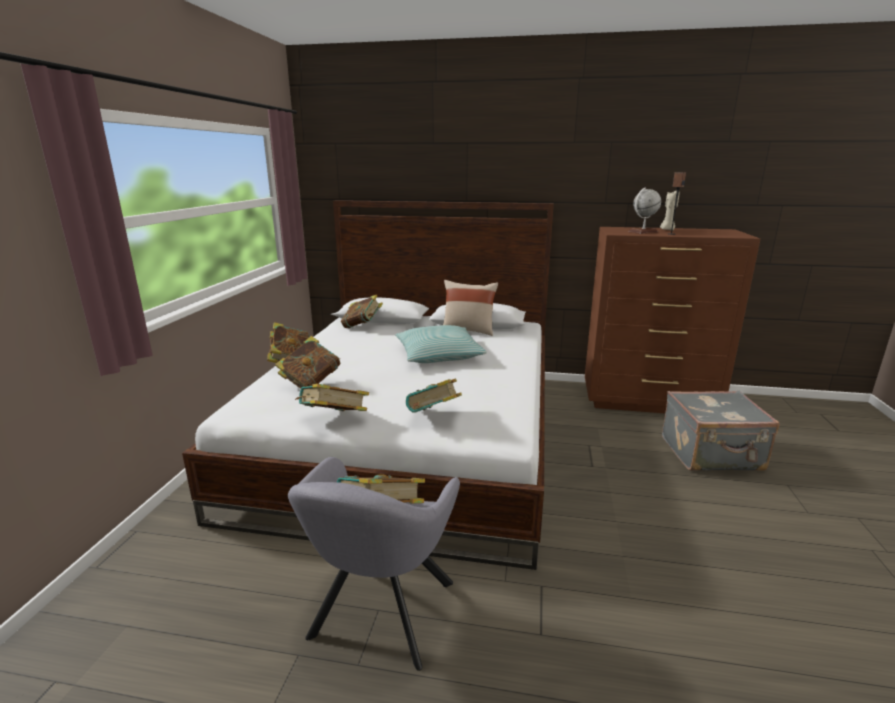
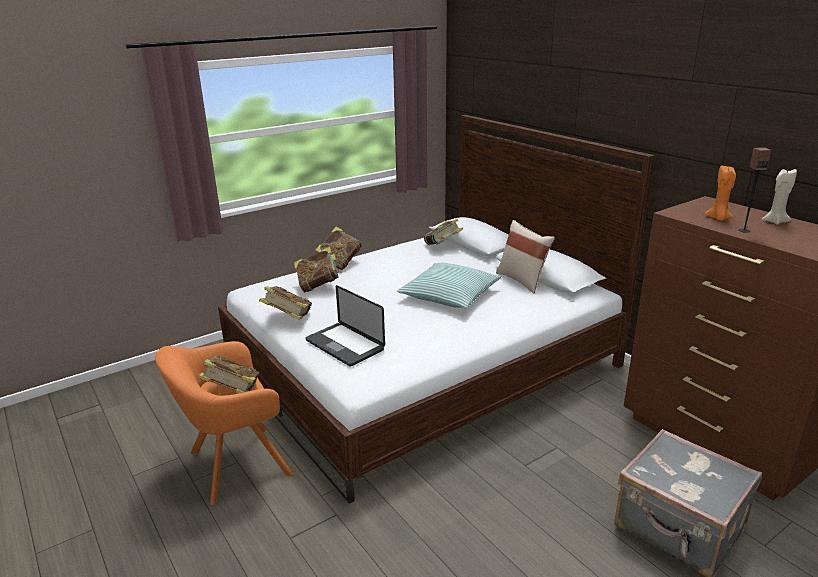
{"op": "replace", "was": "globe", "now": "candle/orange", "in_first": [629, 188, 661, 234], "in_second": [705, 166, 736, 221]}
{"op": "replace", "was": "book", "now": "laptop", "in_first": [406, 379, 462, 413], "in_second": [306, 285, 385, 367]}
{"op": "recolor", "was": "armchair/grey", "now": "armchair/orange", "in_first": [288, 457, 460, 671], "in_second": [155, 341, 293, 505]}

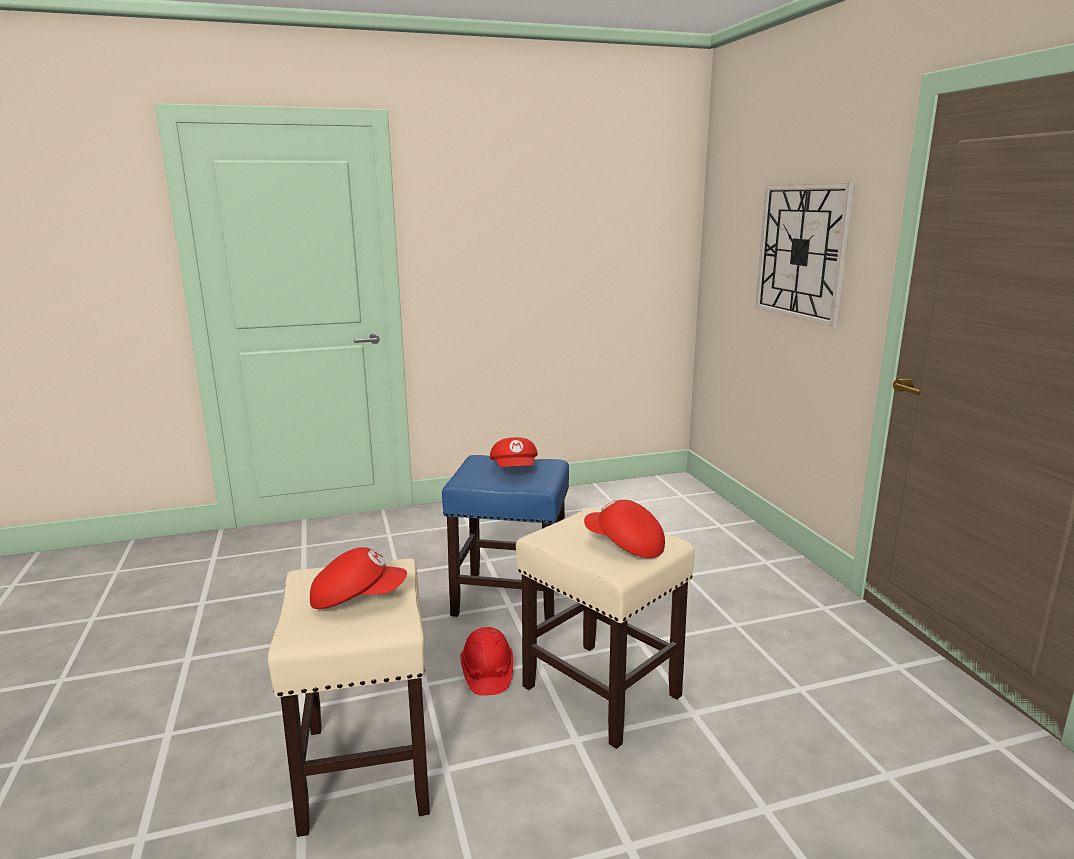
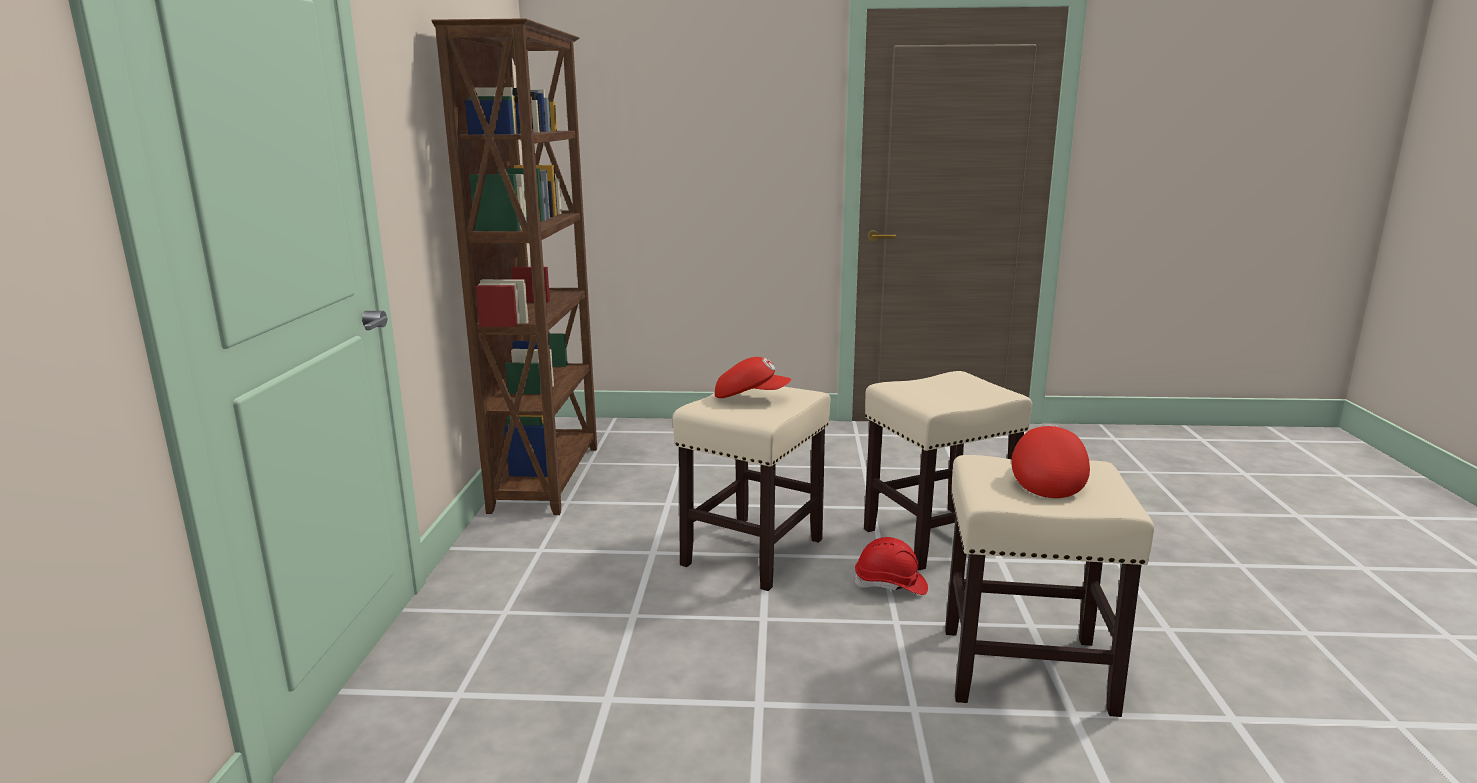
{"op": "delete", "was": "wall clock", "in_first": [755, 183, 854, 326]}
{"op": "recolor", "was": "stool/blue", "now": "stool/beige", "in_first": [442, 455, 569, 621], "in_second": [673, 386, 830, 591]}
{"op": "delete", "was": "cap/red", "in_first": [584, 500, 665, 558]}
{"op": "insert", "now": "bookcase/brown", "in_second": [432, 18, 597, 515]}

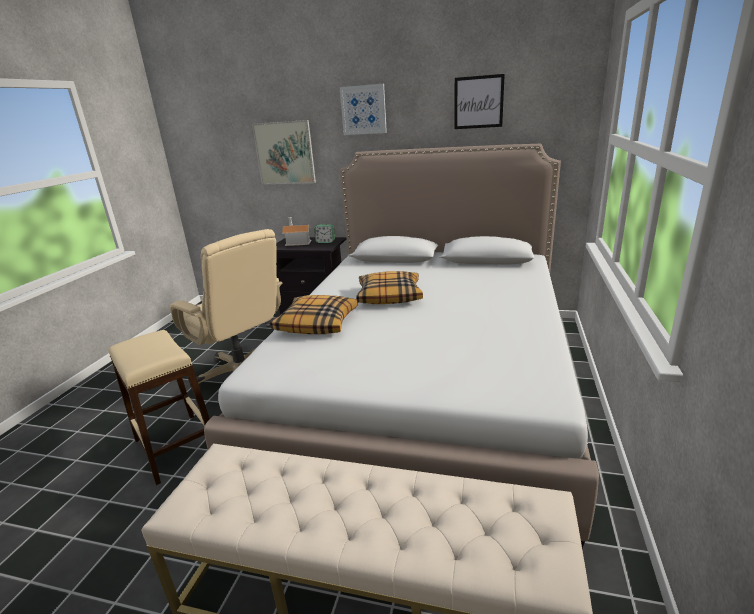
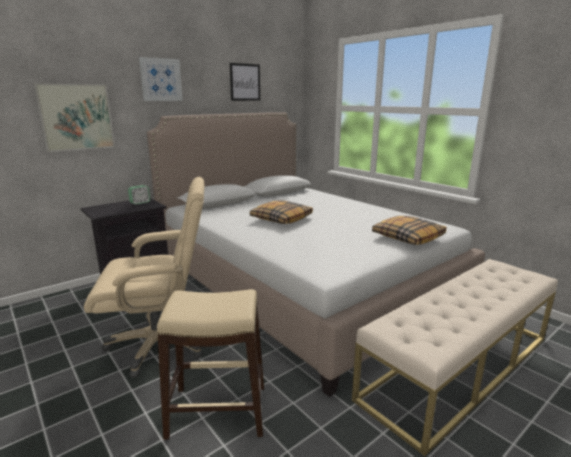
{"op": "delete", "was": "toy house", "in_first": [282, 217, 311, 246]}
{"op": "move", "was": "pillow", "in_first": [270, 295, 358, 334], "in_second": [372, 216, 446, 245]}

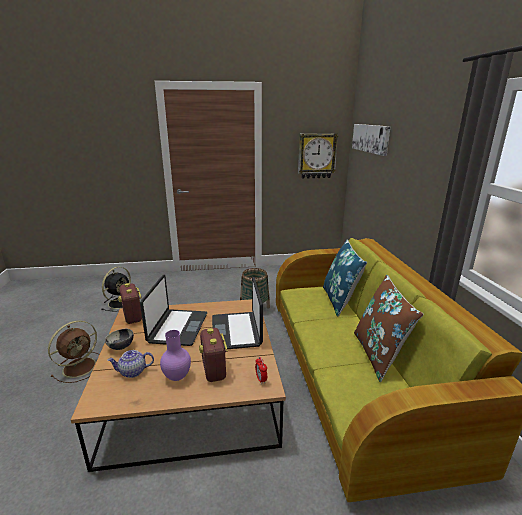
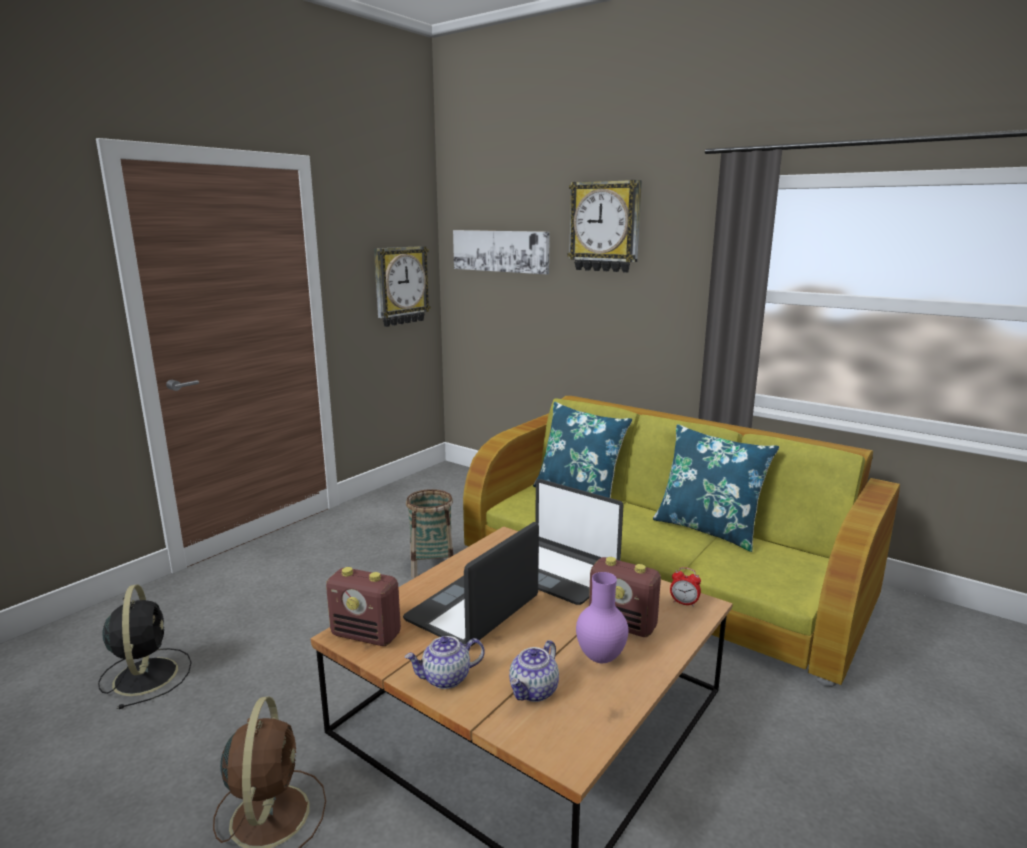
{"op": "rotate", "was": "laptop", "in_first": [140, 275, 207, 346], "in_second": [403, 522, 539, 646], "clockwise": -105}
{"op": "recolor", "was": "pillow/brown", "now": "pillow/blue", "in_first": [354, 275, 423, 382], "in_second": [653, 424, 779, 552]}
{"op": "replace", "was": "bowl", "now": "teapot", "in_first": [105, 329, 134, 350], "in_second": [405, 636, 485, 689]}
{"op": "insert", "now": "wall clock", "in_second": [567, 180, 642, 273]}

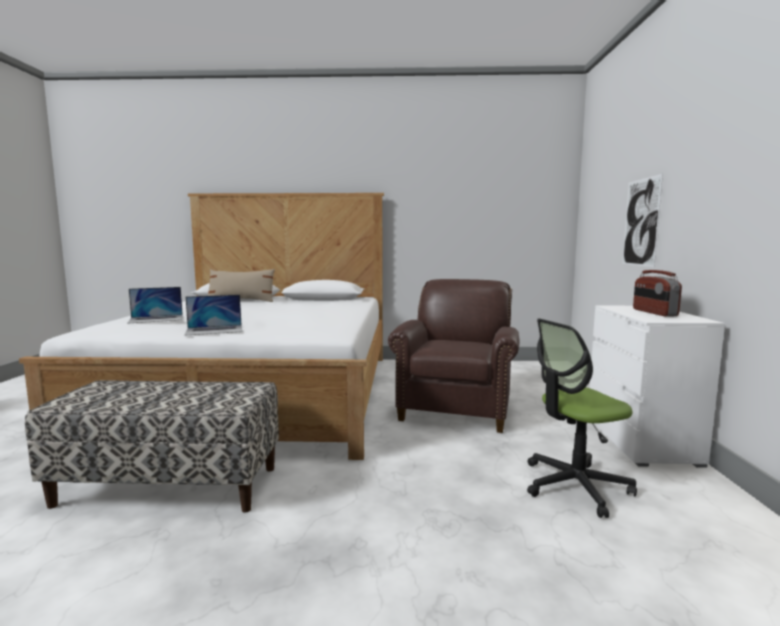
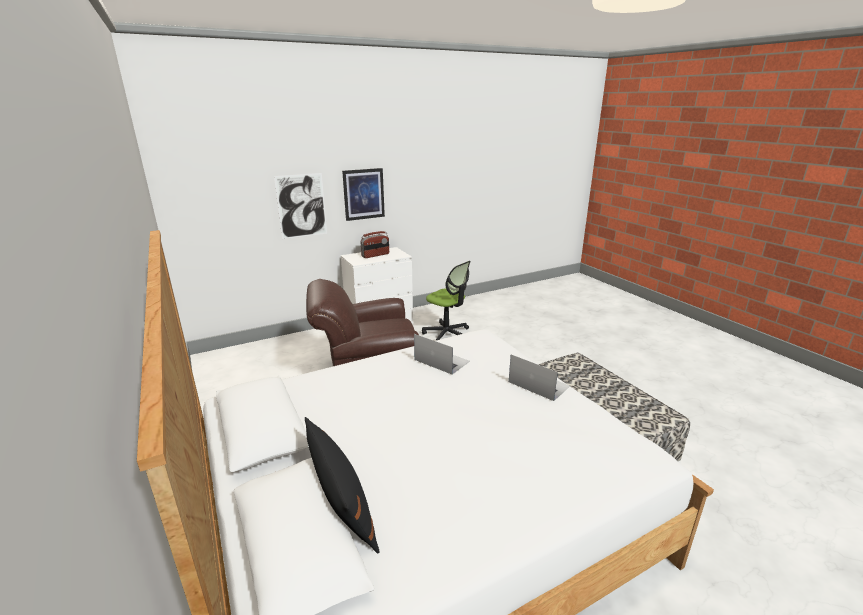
{"op": "recolor", "was": "pillow/beige", "now": "pillow/black", "in_first": [208, 269, 275, 302], "in_second": [305, 417, 379, 553]}
{"op": "move", "was": "laptop", "in_first": [127, 287, 183, 324], "in_second": [414, 334, 470, 375]}
{"op": "insert", "now": "picture", "in_second": [342, 168, 385, 221]}

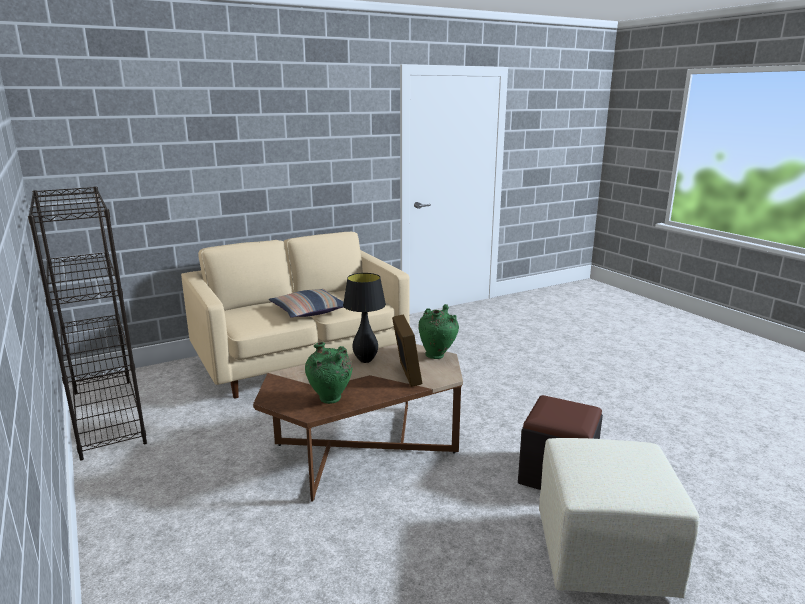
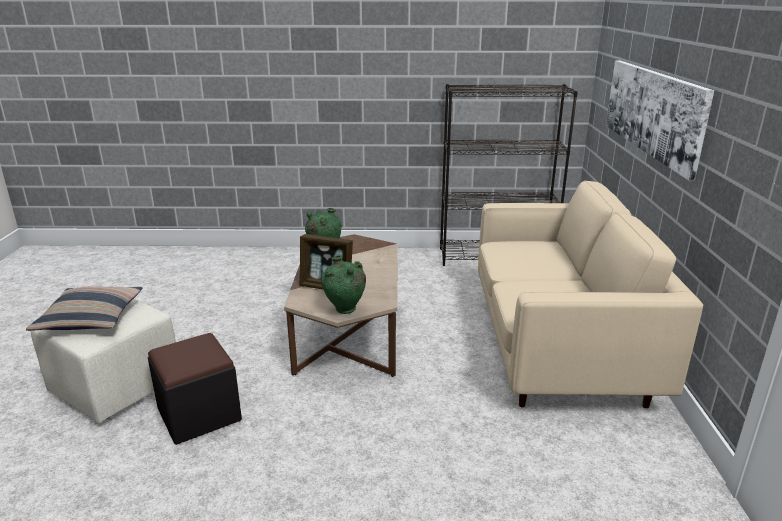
{"op": "delete", "was": "table lamp/black", "in_first": [343, 273, 386, 363]}
{"op": "move", "was": "pillow", "in_first": [269, 289, 344, 318], "in_second": [26, 286, 143, 331]}
{"op": "insert", "now": "picture", "in_second": [606, 60, 714, 180]}

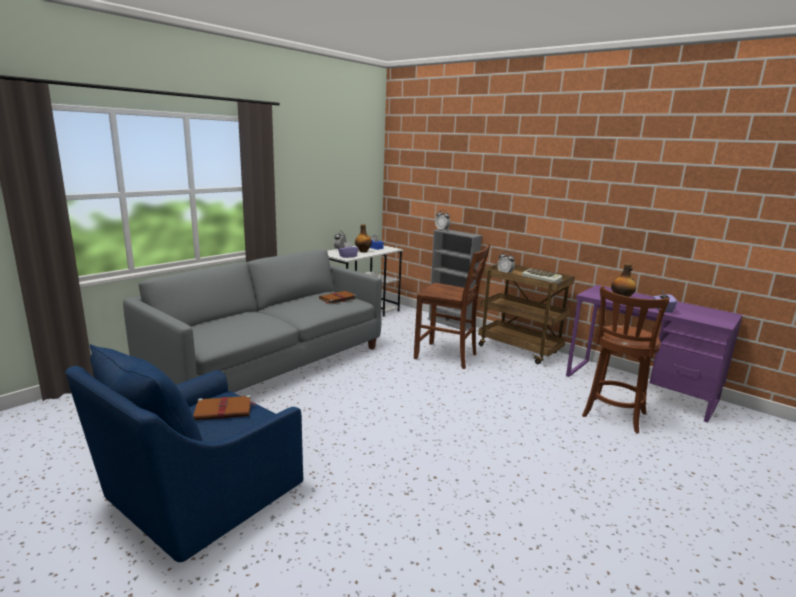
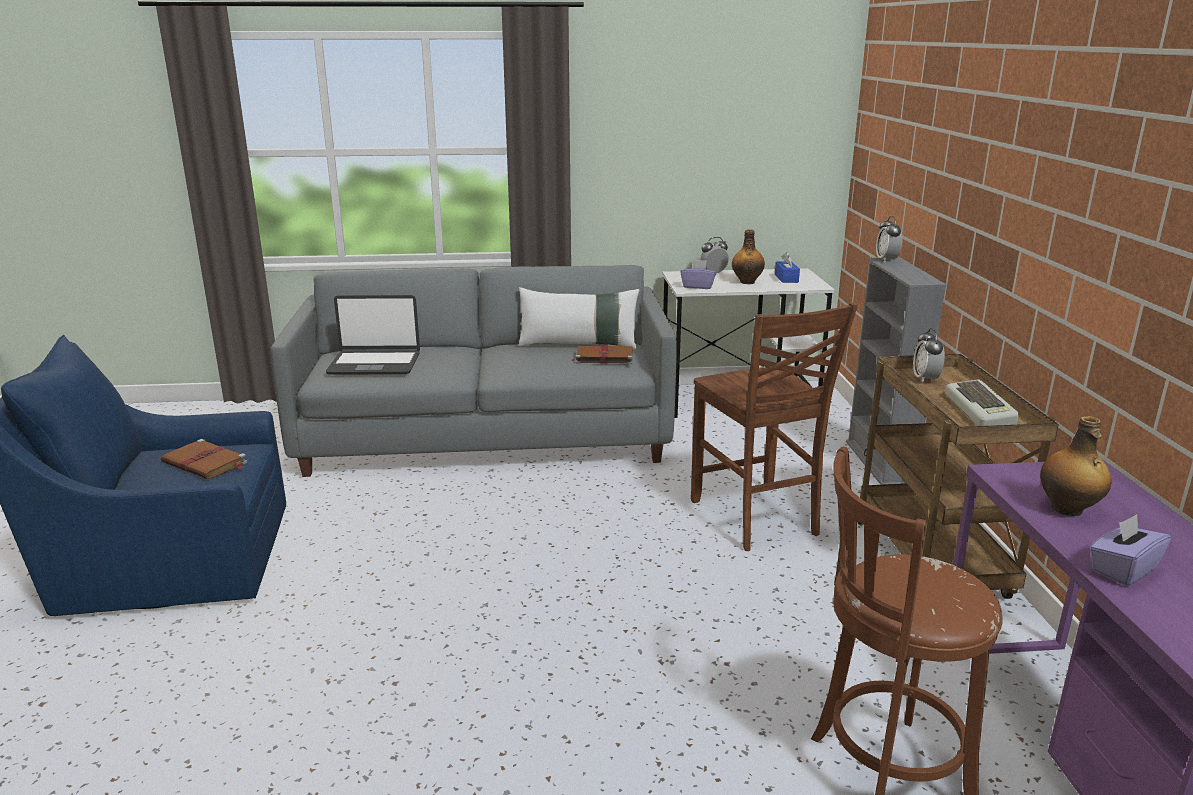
{"op": "insert", "now": "pillow/white", "in_second": [518, 287, 639, 349]}
{"op": "insert", "now": "laptop", "in_second": [326, 295, 420, 375]}

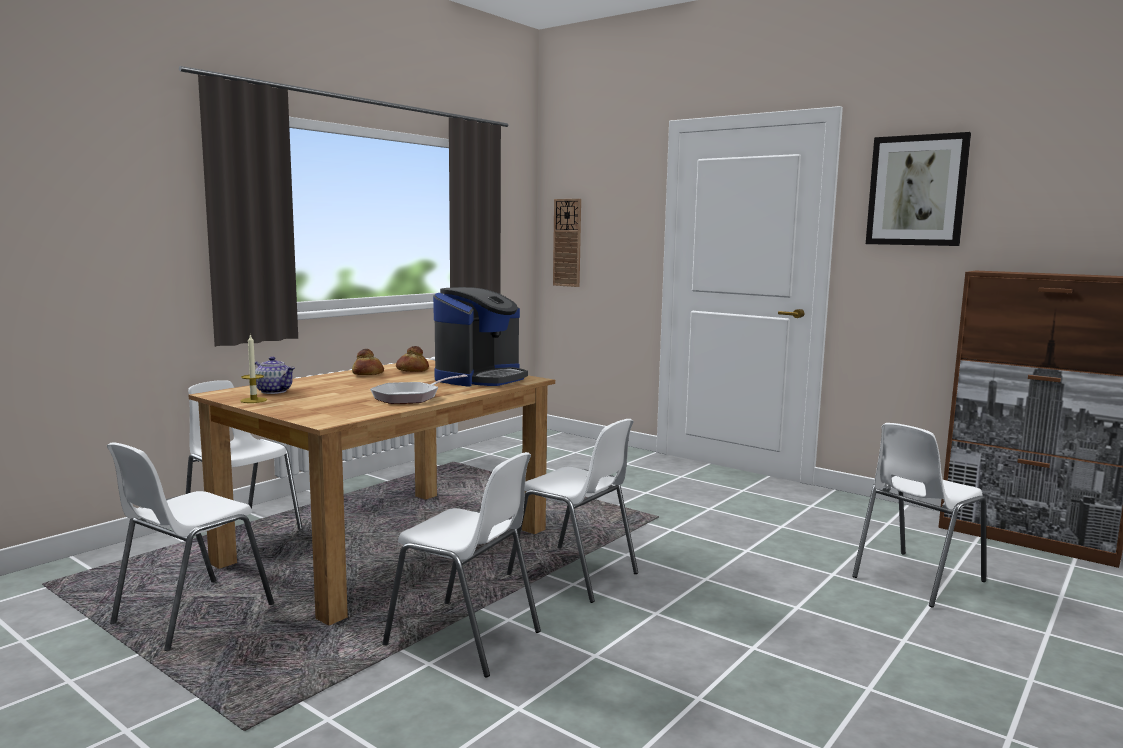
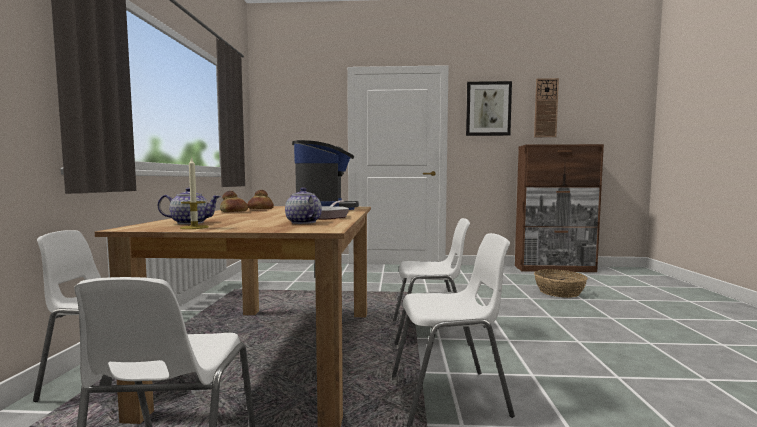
{"op": "move", "was": "wall clock", "in_first": [553, 199, 581, 287], "in_second": [534, 78, 559, 137]}
{"op": "replace", "was": "chair/white", "now": "basket", "in_first": [852, 423, 986, 608], "in_second": [534, 269, 587, 298]}
{"op": "insert", "now": "teapot", "in_second": [285, 187, 322, 224]}

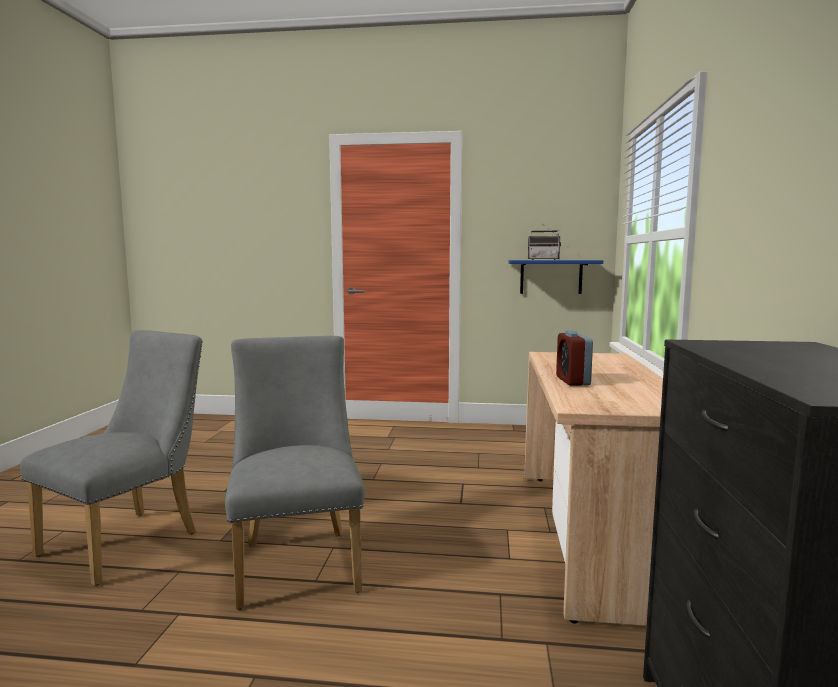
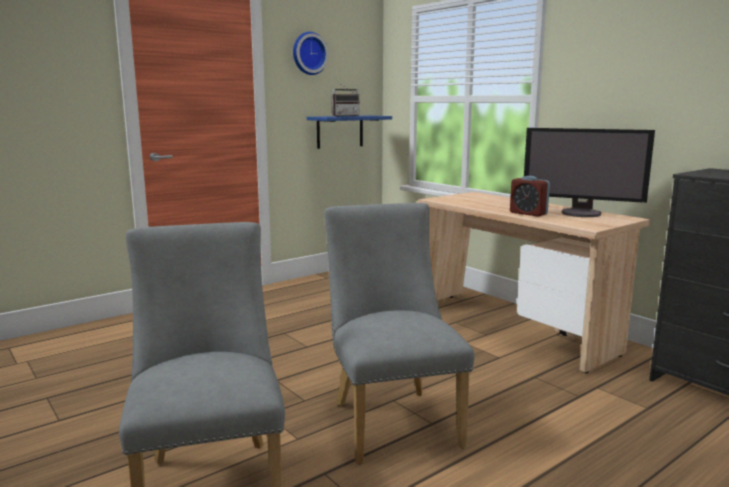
{"op": "rotate", "was": "chair/grey", "in_first": [225, 336, 365, 610], "in_second": [324, 203, 475, 465], "clockwise": 45}
{"op": "insert", "now": "wall clock", "in_second": [293, 32, 329, 75]}
{"op": "insert", "now": "monitor", "in_second": [524, 128, 655, 217]}

